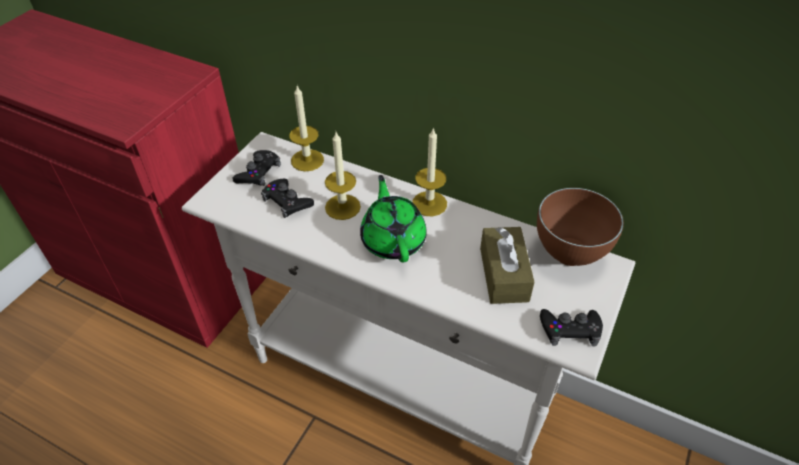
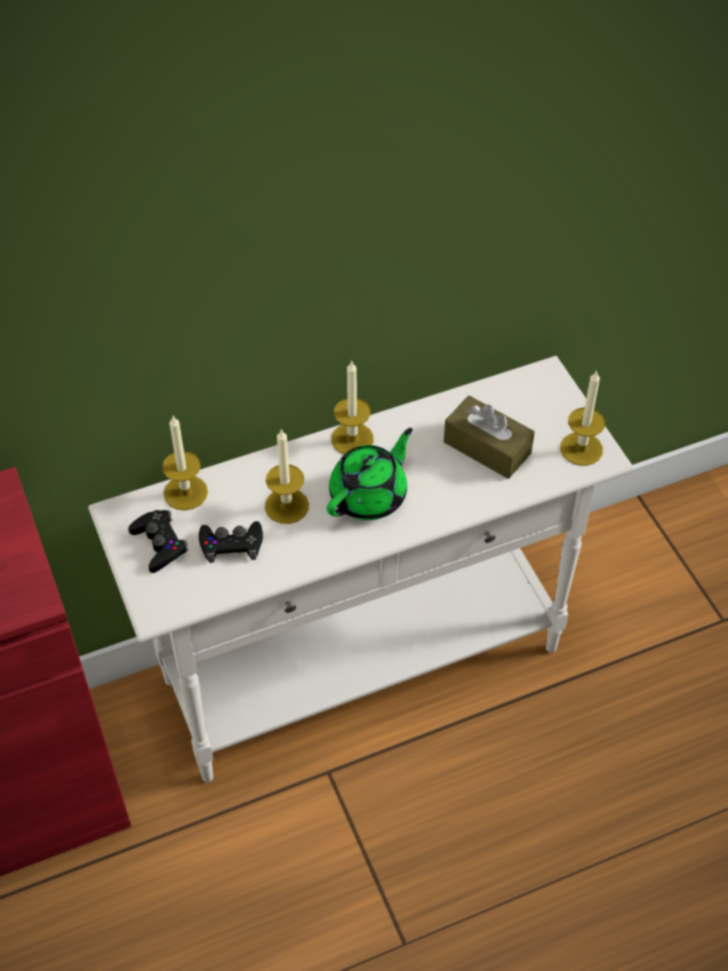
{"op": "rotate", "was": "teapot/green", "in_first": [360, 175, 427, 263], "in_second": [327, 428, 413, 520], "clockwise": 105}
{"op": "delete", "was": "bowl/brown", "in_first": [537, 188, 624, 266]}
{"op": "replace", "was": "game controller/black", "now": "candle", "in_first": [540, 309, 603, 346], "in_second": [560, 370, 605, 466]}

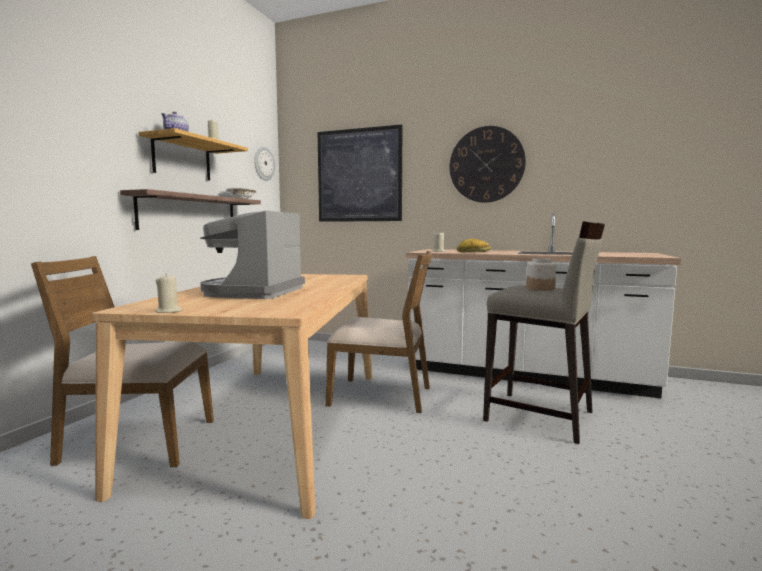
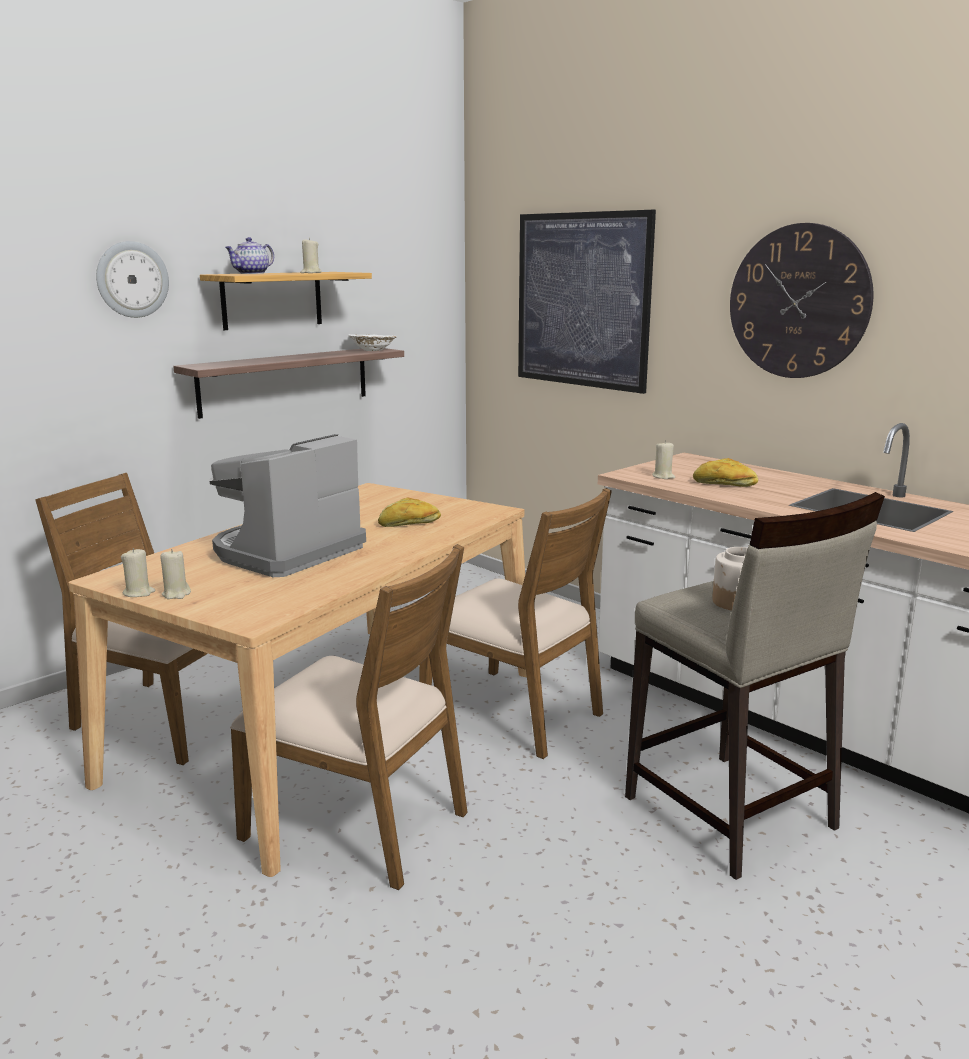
{"op": "move", "was": "wall clock", "in_first": [254, 146, 275, 181], "in_second": [96, 241, 169, 318]}
{"op": "insert", "now": "bread", "in_second": [378, 497, 441, 527]}
{"op": "insert", "now": "chair/brown", "in_second": [230, 544, 468, 890]}
{"op": "insert", "now": "candle/beige", "in_second": [160, 549, 191, 599]}

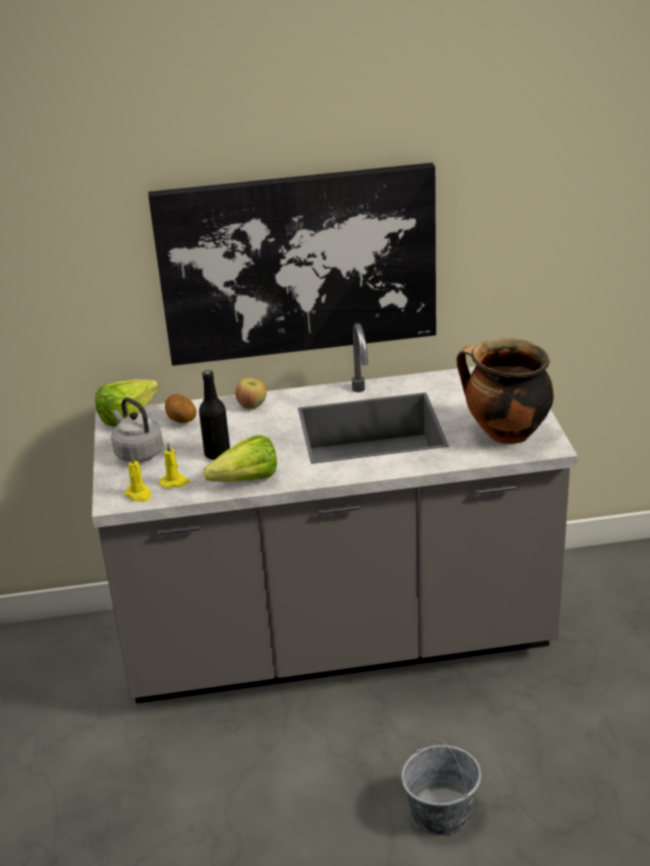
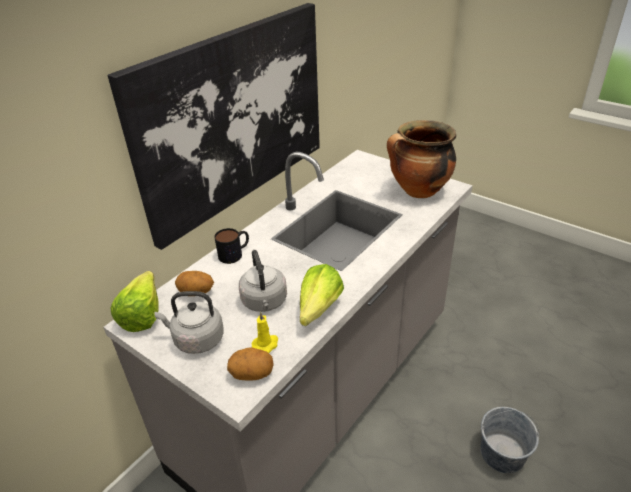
{"op": "replace", "was": "bottle/black", "now": "kettle/grey", "in_first": [199, 370, 230, 460], "in_second": [239, 250, 287, 312]}
{"op": "replace", "was": "apple", "now": "mug", "in_first": [235, 377, 267, 409], "in_second": [214, 228, 249, 264]}
{"op": "replace", "was": "candle/yellow", "now": "potato", "in_first": [124, 455, 151, 502], "in_second": [227, 347, 274, 381]}

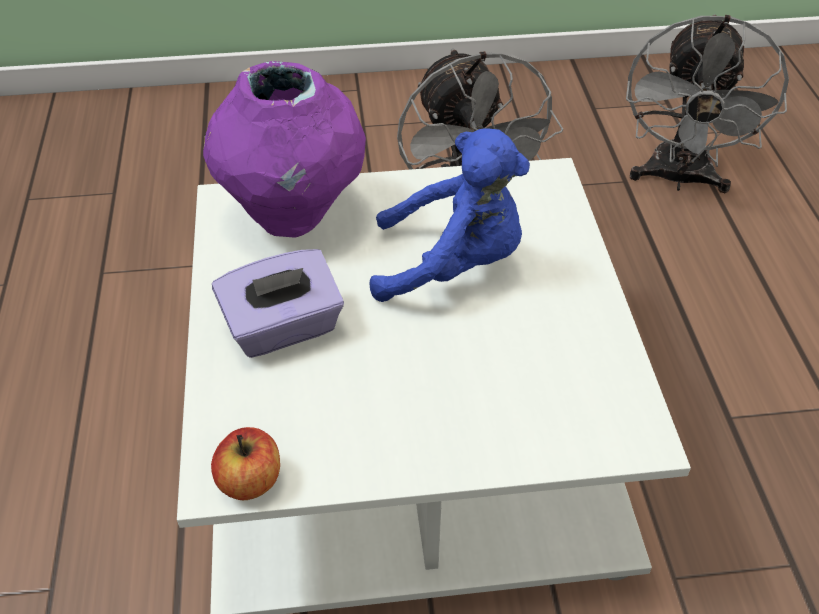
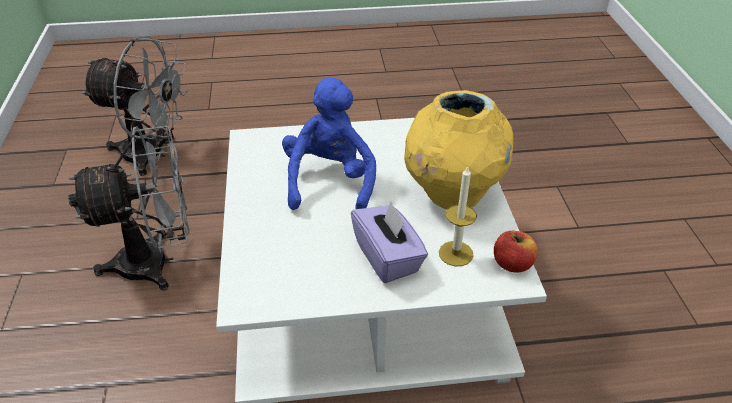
{"op": "delete", "was": "vase/purple", "in_first": [203, 61, 366, 238]}
{"op": "insert", "now": "vase/yellow", "in_second": [404, 90, 514, 209]}
{"op": "insert", "now": "candle", "in_second": [439, 166, 477, 266]}

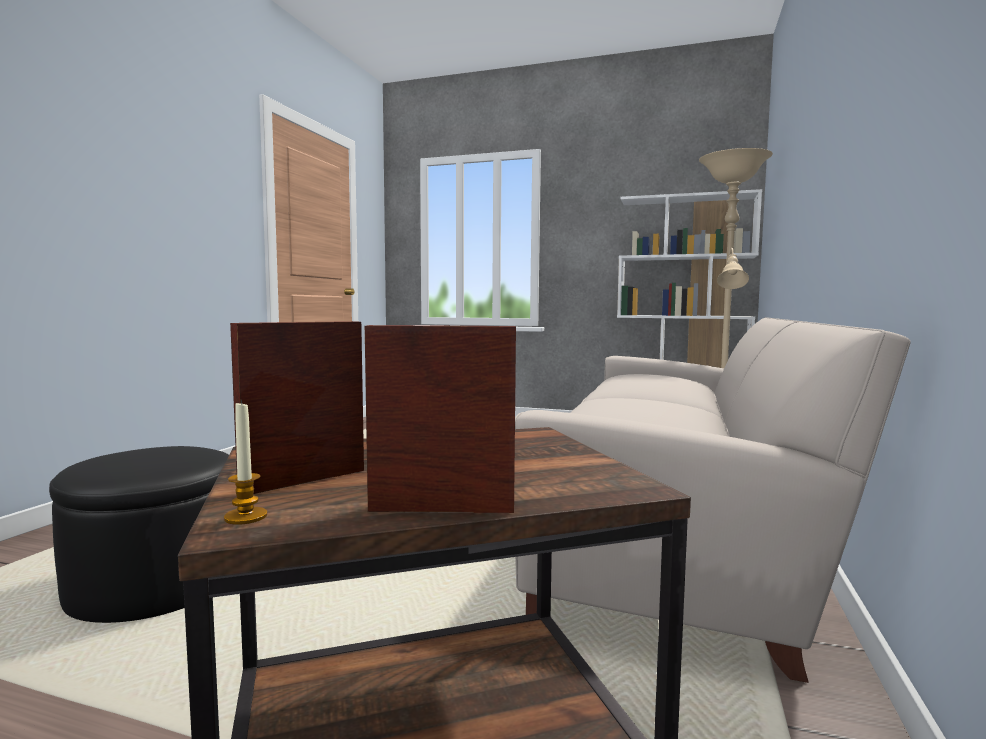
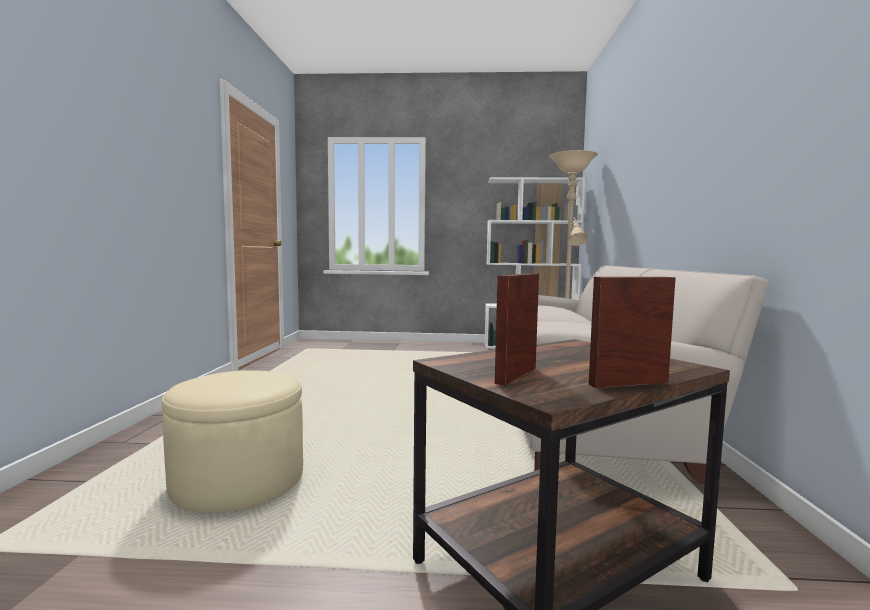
{"op": "delete", "was": "candle", "in_first": [224, 400, 267, 525]}
{"op": "recolor", "was": "ottoman/black", "now": "ottoman/beige", "in_first": [49, 446, 229, 623], "in_second": [162, 370, 303, 513]}

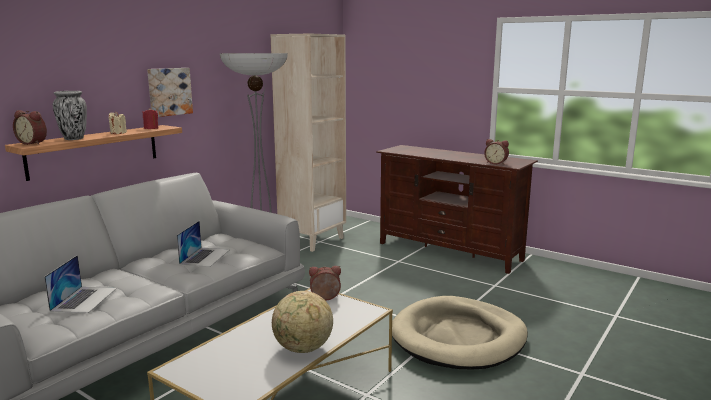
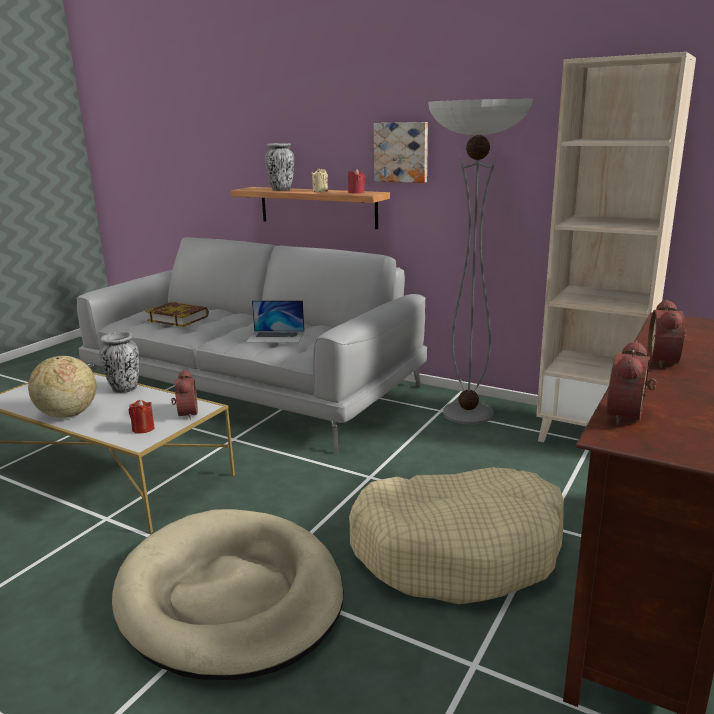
{"op": "move", "was": "alarm clock", "in_first": [13, 110, 47, 145], "in_second": [648, 299, 686, 368]}
{"op": "replace", "was": "laptop", "now": "book", "in_first": [44, 255, 117, 313], "in_second": [145, 302, 209, 327]}
{"op": "insert", "now": "vase", "in_second": [99, 332, 139, 393]}
{"op": "insert", "now": "candle/red", "in_second": [129, 400, 155, 434]}
{"op": "insert", "now": "dog bed/beige", "in_second": [349, 467, 564, 604]}

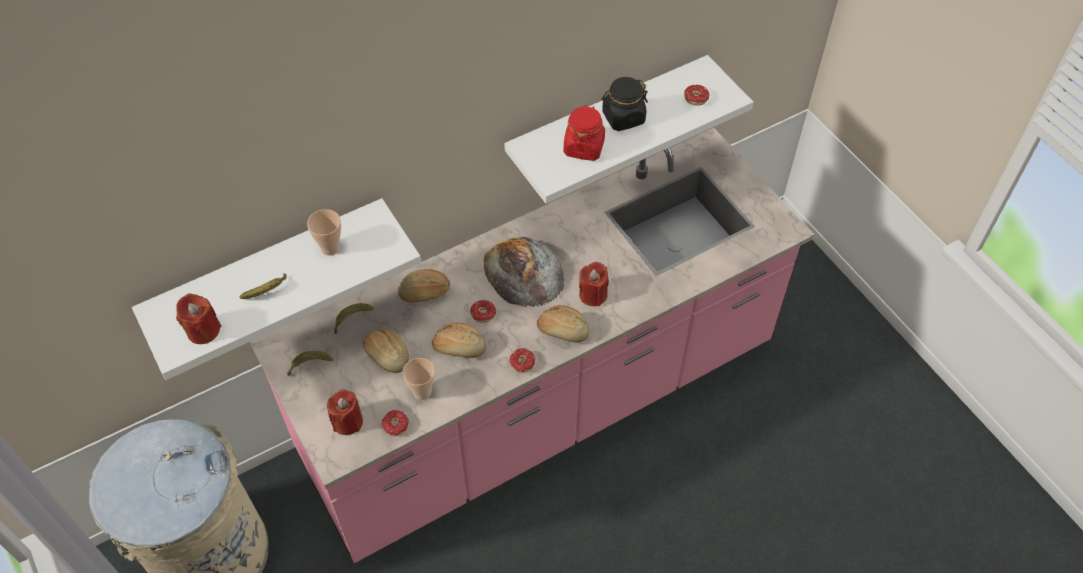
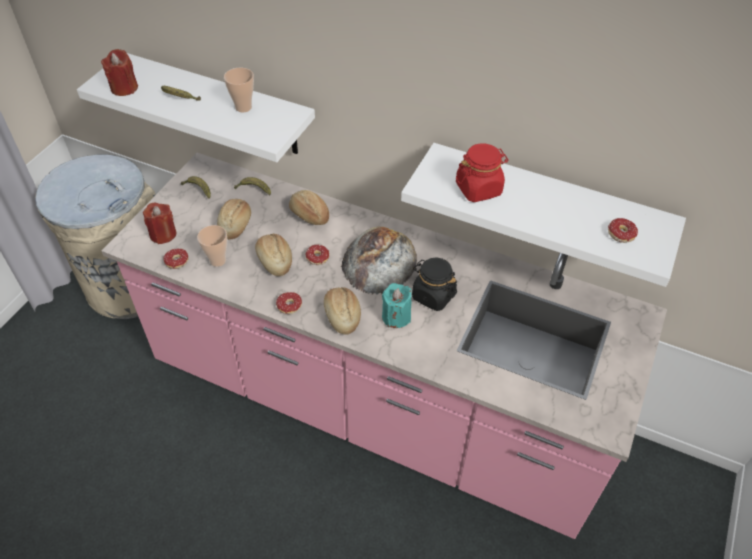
{"op": "move", "was": "jar/black", "in_first": [601, 77, 648, 131], "in_second": [412, 258, 457, 311]}
{"op": "recolor", "was": "candle/red", "now": "candle/turquoise", "in_first": [579, 262, 609, 306], "in_second": [382, 283, 412, 328]}

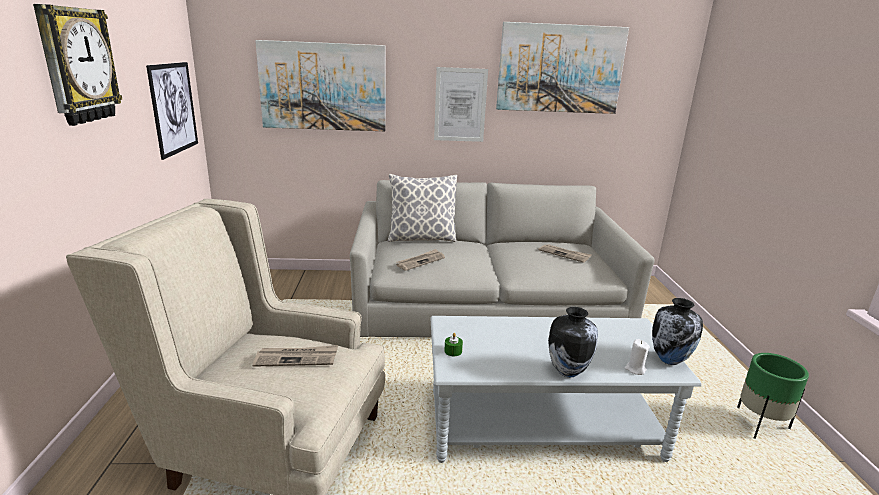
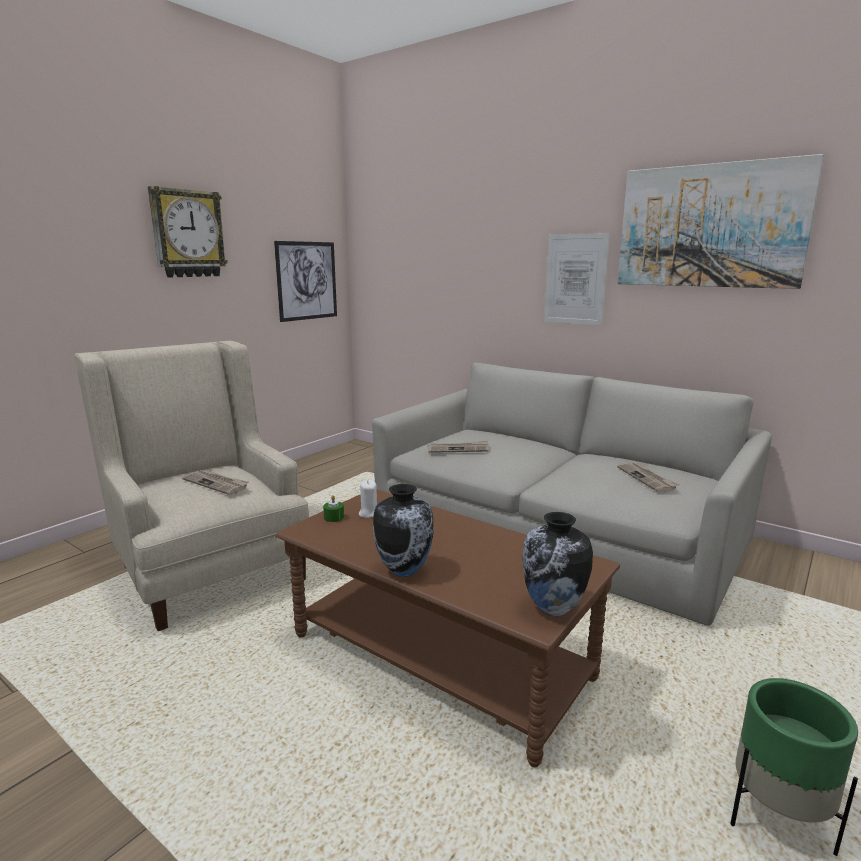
{"op": "delete", "was": "picture", "in_first": [255, 40, 386, 131]}
{"op": "delete", "was": "pillow", "in_first": [388, 174, 457, 242]}
{"op": "recolor", "was": "coffee table/grey", "now": "coffee table/brown", "in_first": [430, 316, 702, 463], "in_second": [275, 489, 620, 767]}
{"op": "move", "was": "candle/white", "in_first": [624, 339, 650, 375], "in_second": [359, 480, 377, 518]}

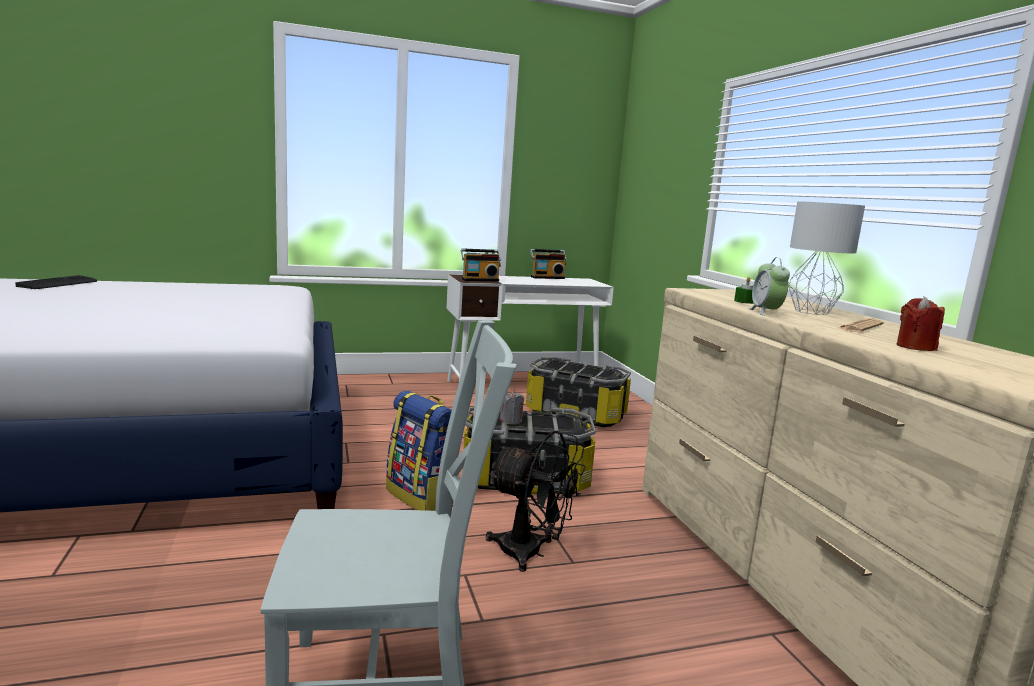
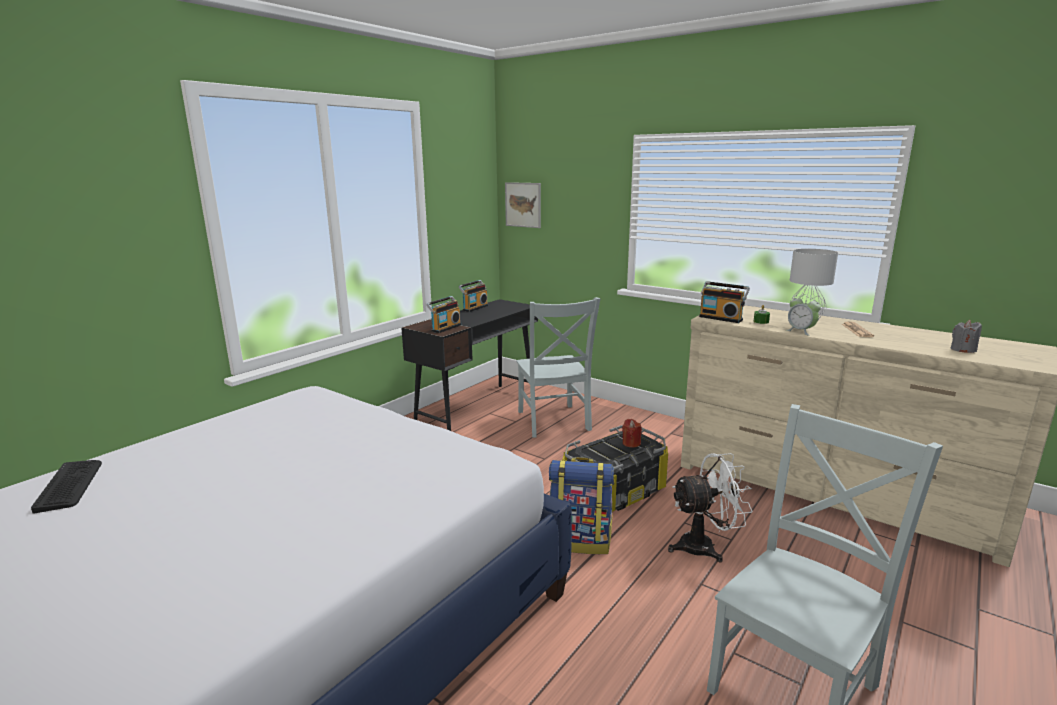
{"op": "recolor", "was": "desk/white", "now": "desk/black", "in_first": [446, 274, 614, 381], "in_second": [401, 299, 538, 431]}
{"op": "move", "was": "candle/red", "in_first": [897, 296, 945, 351], "in_second": [622, 419, 642, 448]}
{"op": "replace", "was": "storage box", "now": "chair/grey", "in_first": [526, 357, 631, 427], "in_second": [516, 297, 601, 438]}
{"op": "move", "was": "candle/grey", "in_first": [500, 391, 524, 425], "in_second": [951, 320, 982, 353]}
{"op": "recolor", "was": "fan/black", "now": "fan/white", "in_first": [486, 431, 586, 572], "in_second": [668, 453, 753, 563]}
{"op": "insert", "now": "picture", "in_second": [505, 182, 541, 228]}
{"op": "insert", "now": "radio", "in_second": [699, 281, 750, 323]}

